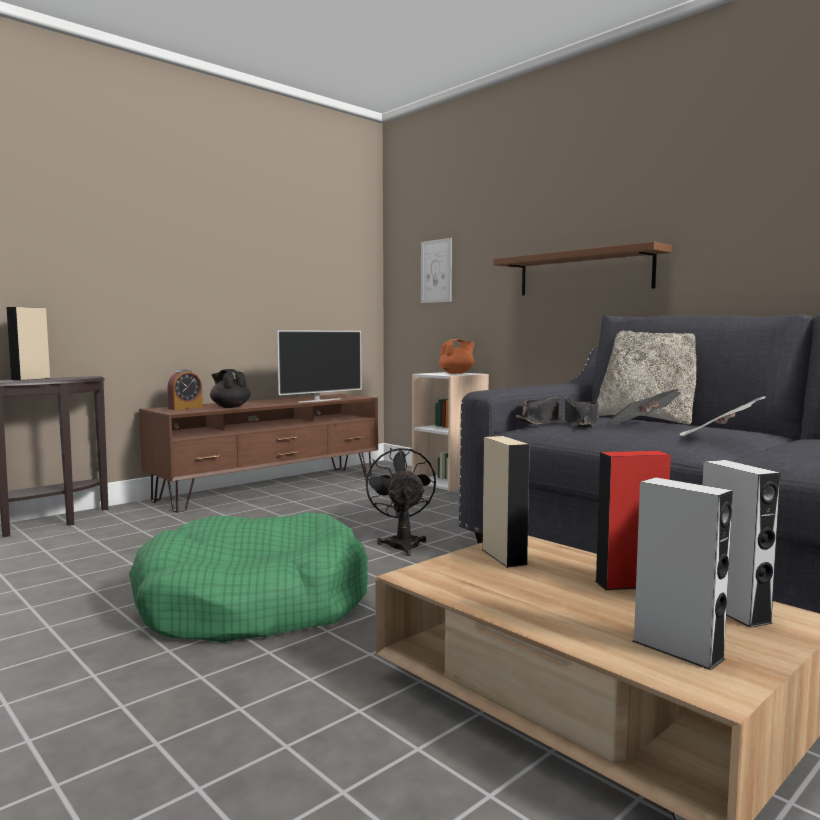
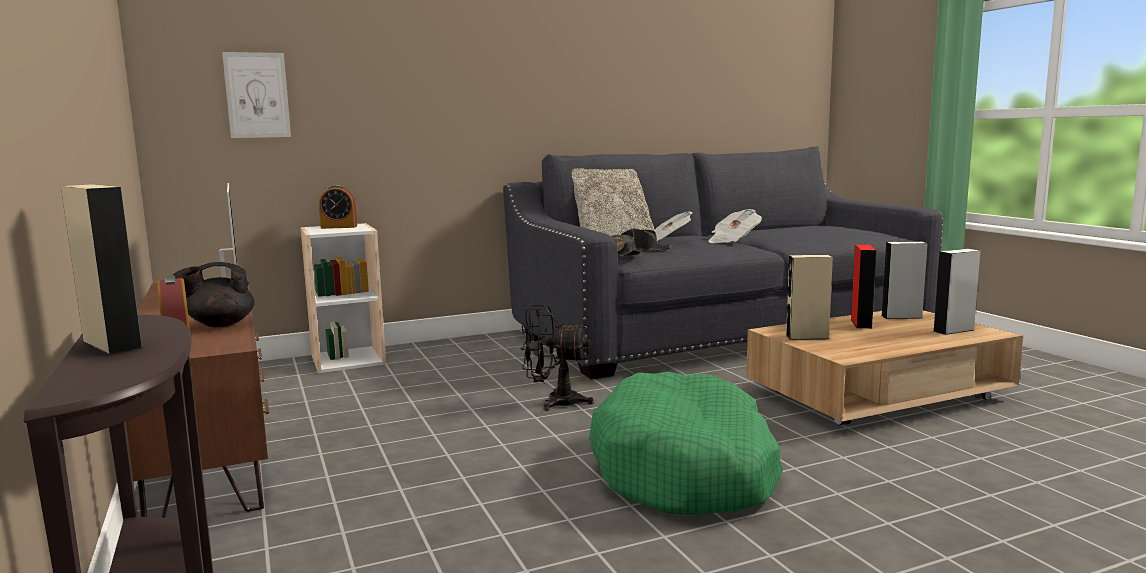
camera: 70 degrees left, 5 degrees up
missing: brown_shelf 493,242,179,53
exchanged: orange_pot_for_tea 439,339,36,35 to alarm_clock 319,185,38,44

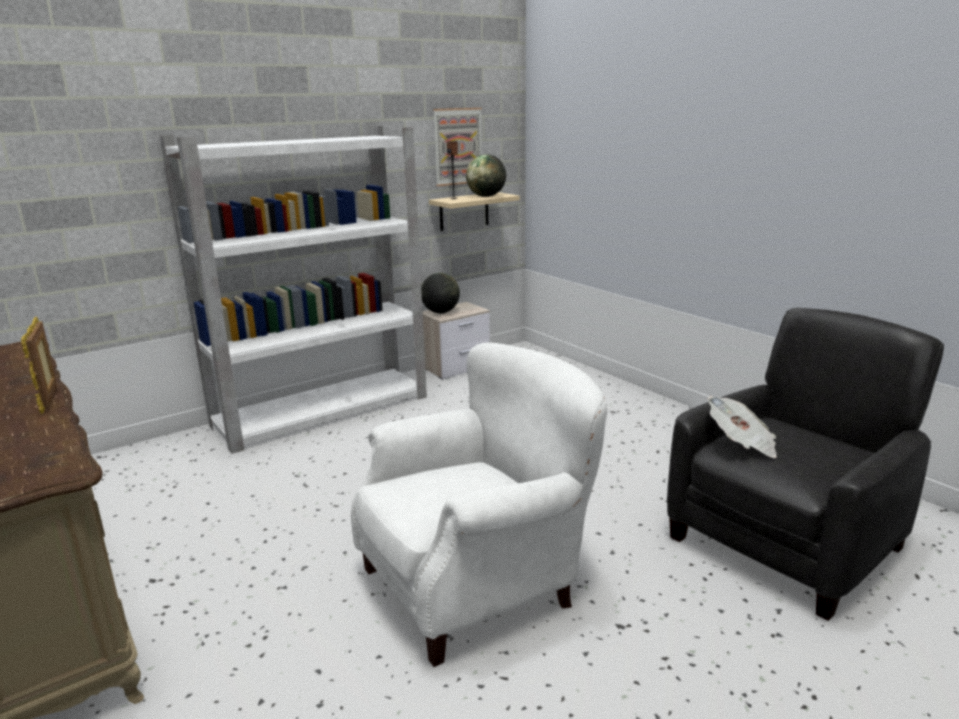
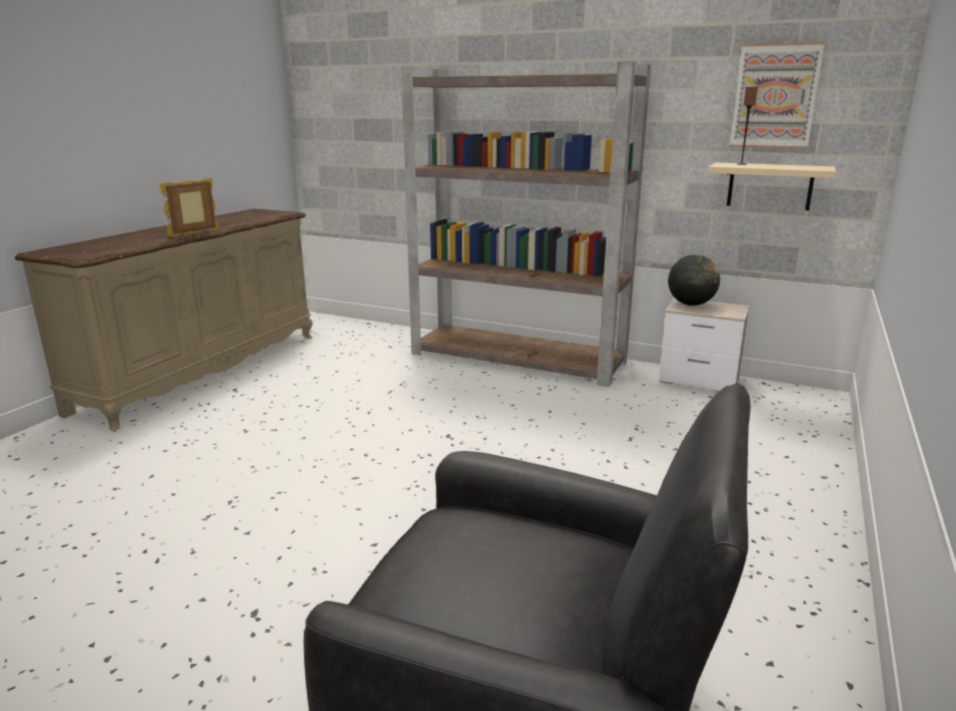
camera: 60 degrees right, 0 degrees up
missing: white-coloured_lounge_chair 351,342,256,325; desk_globe 466,154,40,43; daily_paper 708,396,69,62
colour: white-coloured_bookcase 159,126,268,328 to brown_bookcase 401,61,250,326

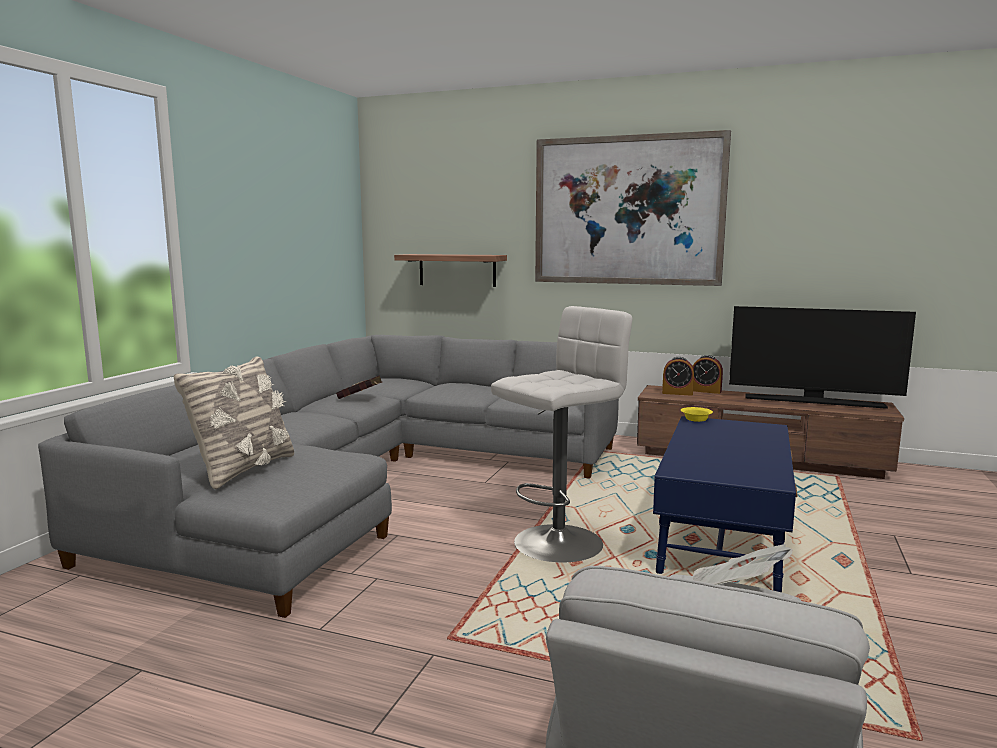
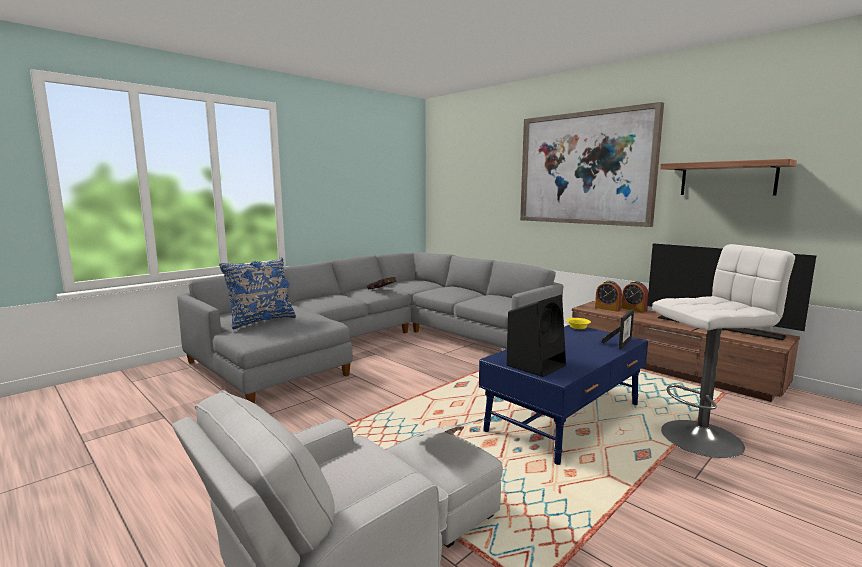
camera: 25 degrees right, 0 degrees up
appeared: black_speaker 506,295,60,82; picture_frame 601,309,33,41
relocated: shelf 394,254,113,33 to 660,159,137,37; white-coloured_sitting_stool 491,306,142,257 to 652,244,143,214
colour: beige-coloured_throw_pillow 174,357,120,132 to blue-coloured_throw_pillow 219,257,77,72

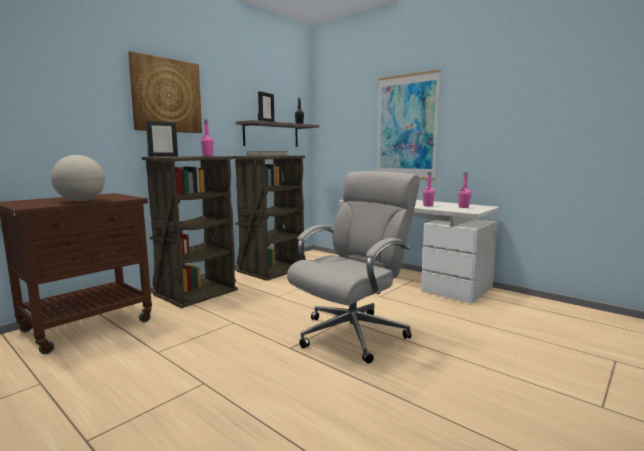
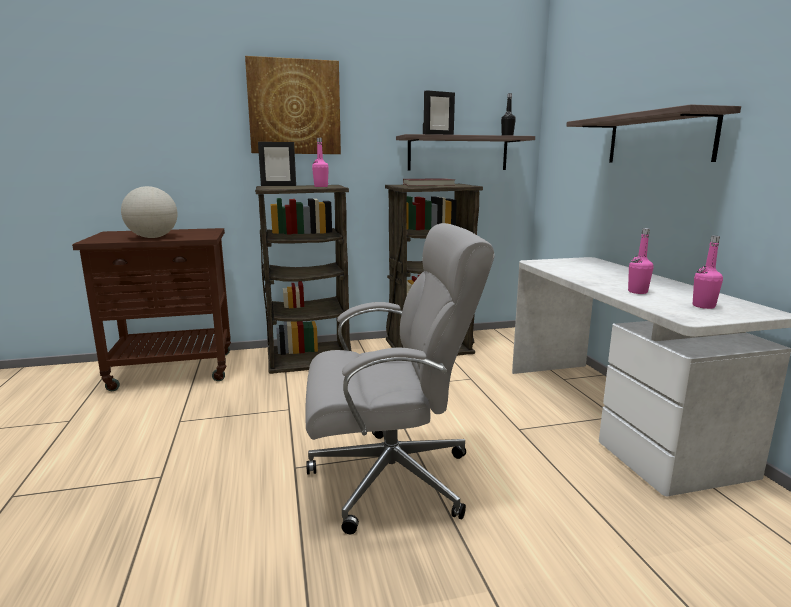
camera: 35 degrees right, 5 degrees up
exchanged: wall_art 377,70,64,110 to shelf 566,104,175,58

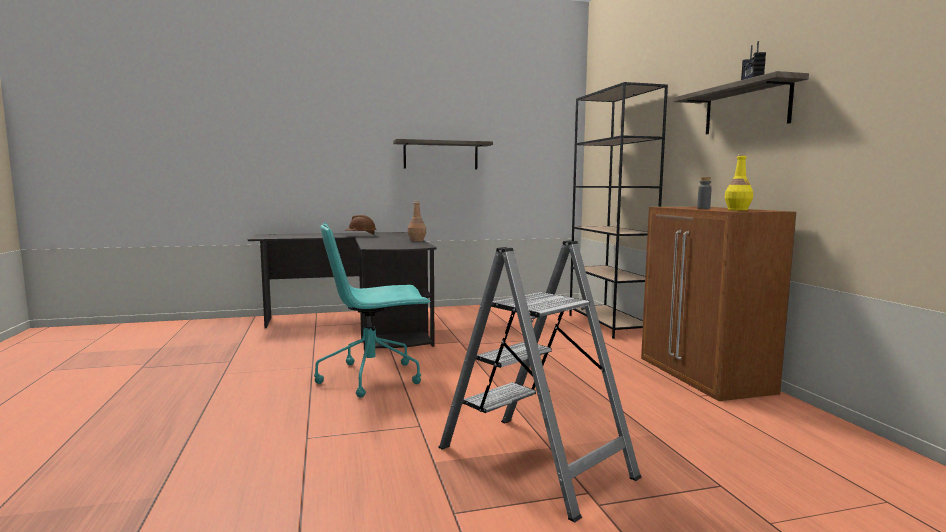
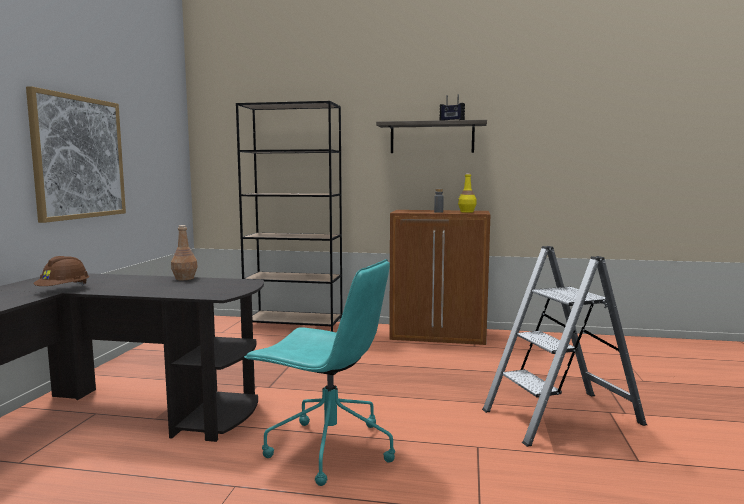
camera: 65 degrees left, 0 degrees up
exchanged: shelf 393,139,100,30 to wall_art 26,86,100,137
spun: blue-green_desk_chair 314,223,117,175 = 244,259,151,227 75 degrees counterclockwise

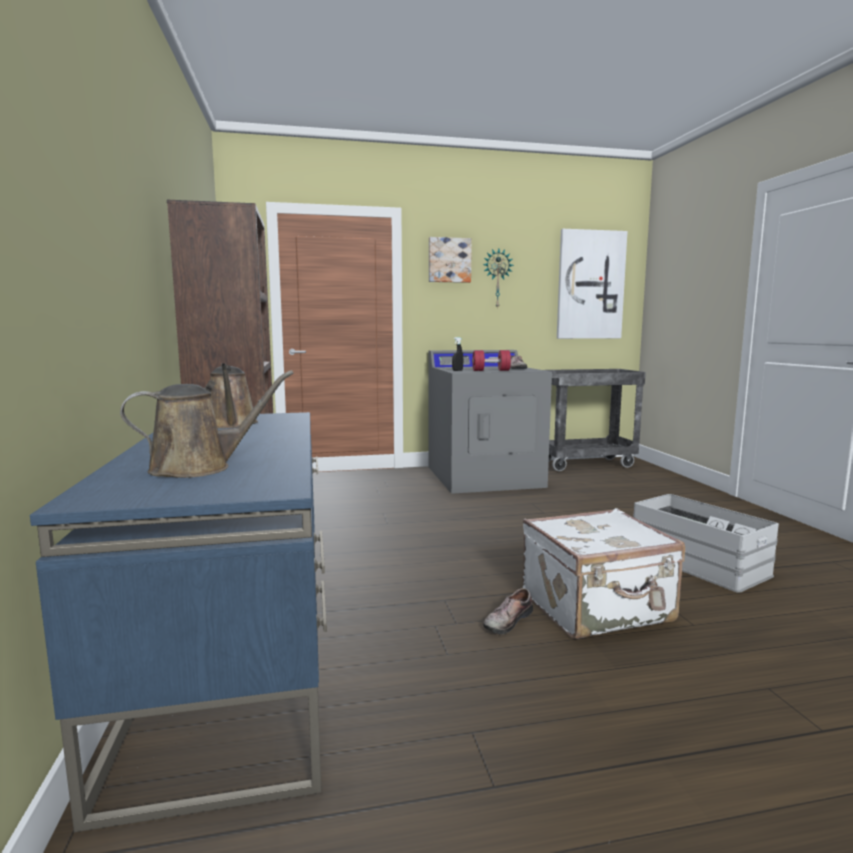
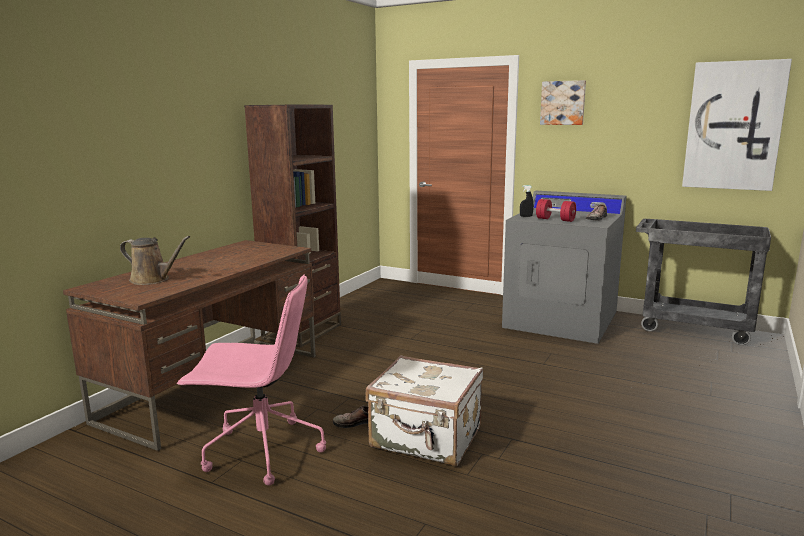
camera: 40 degrees right, 5 degrees up
missing: brown_sprinkling_can 210,363,48,65; wall_clock 483,249,31,60; grey_storage_box 633,494,146,99
appeared: pink_desk_chair 177,274,149,212
colour: blue-coloured_desk_unit 30,412,297,420 to brown_desk_unit 63,240,253,211

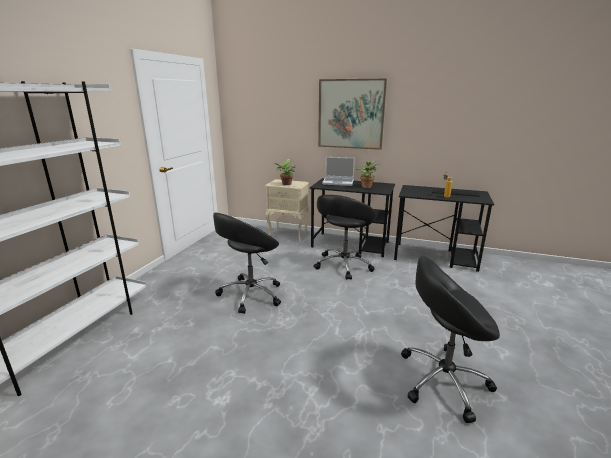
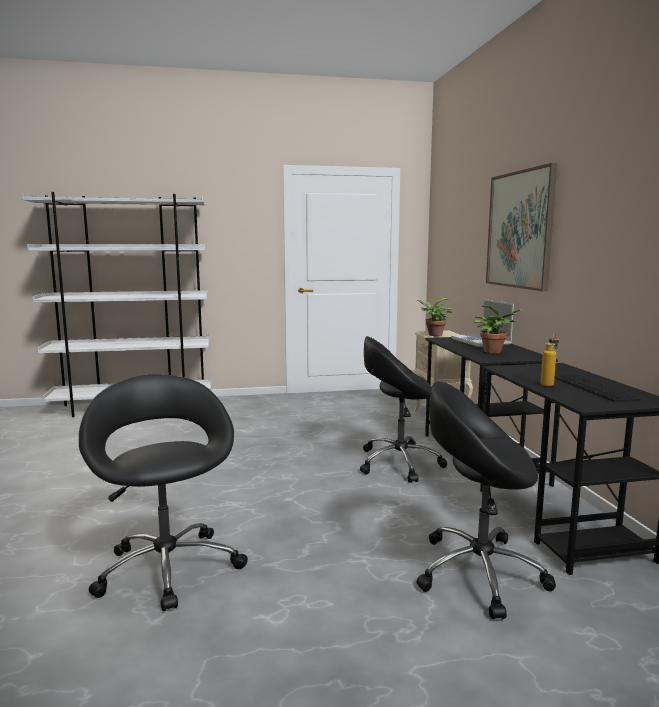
camera: 60 degrees right, 10 degrees down
relocated: black_desk_chair 213,213,68,101 to 417,381,139,238

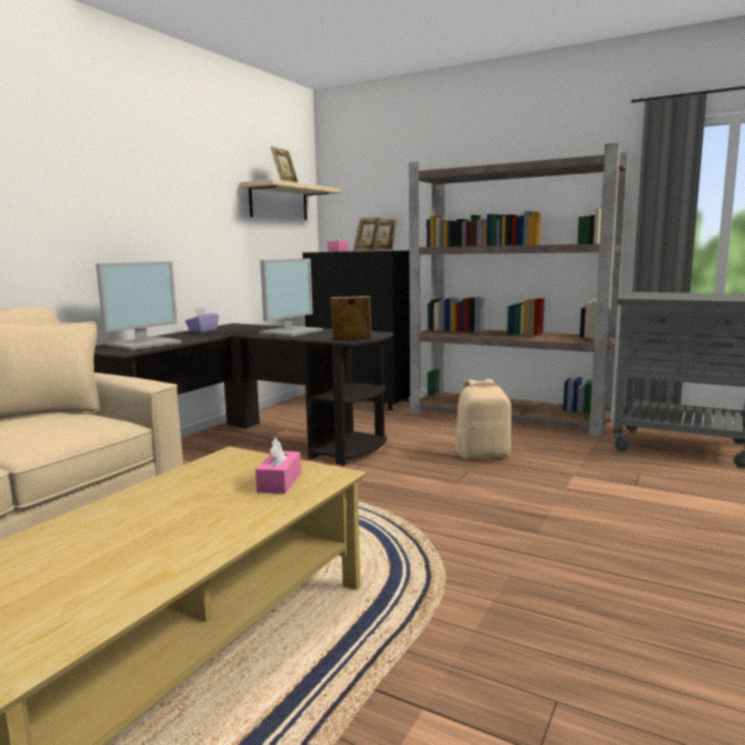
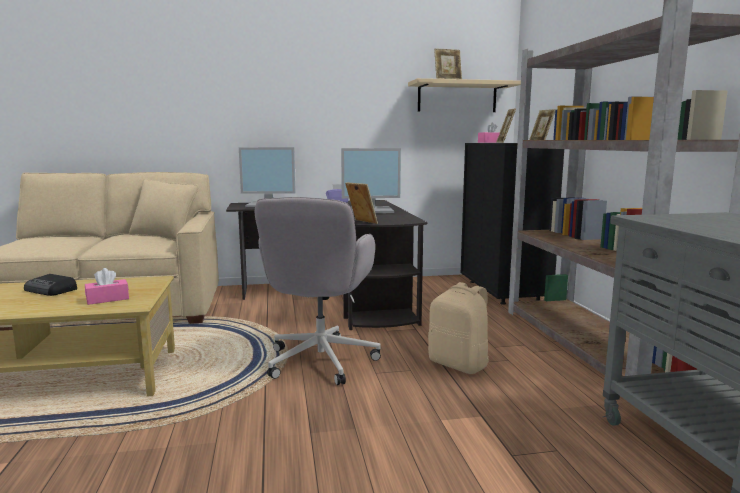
camera: 50 degrees right, 0 degrees up
appeared: radio_receiver 24,274,53,22; grey_desk_chair 255,197,126,188

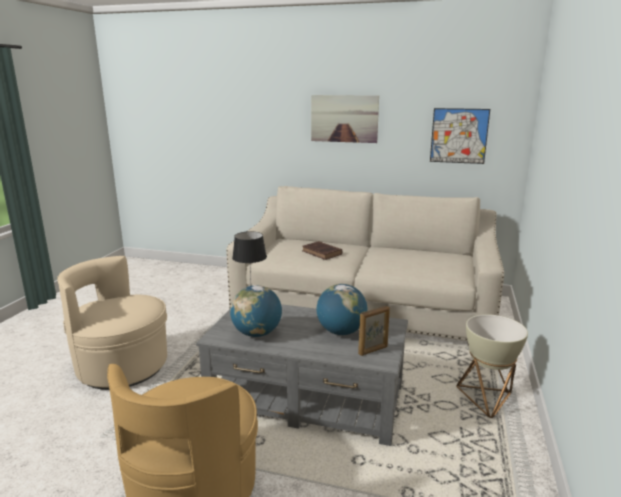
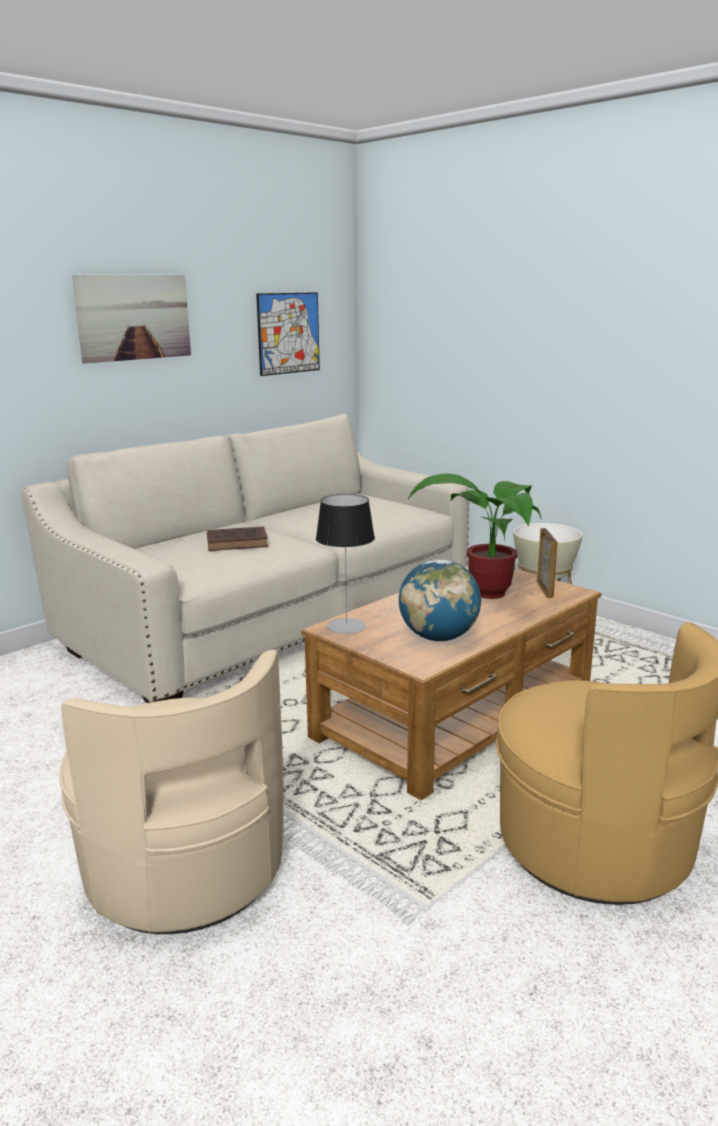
camera: 60 degrees left, 0 degrees up
exchanged: desk_globe 316,284,52,51 to houseplant 408,473,133,126
colour: grey_lounge_table 196,304,212,142 to brown_lounge_table 301,566,300,234
spun: beige-coloured_lounge_chair 57,256,110,134 = 59,650,224,284 75 degrees counterclockwise

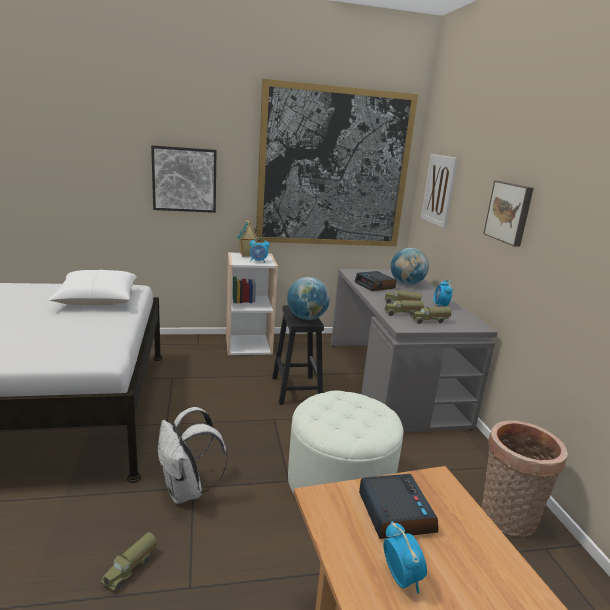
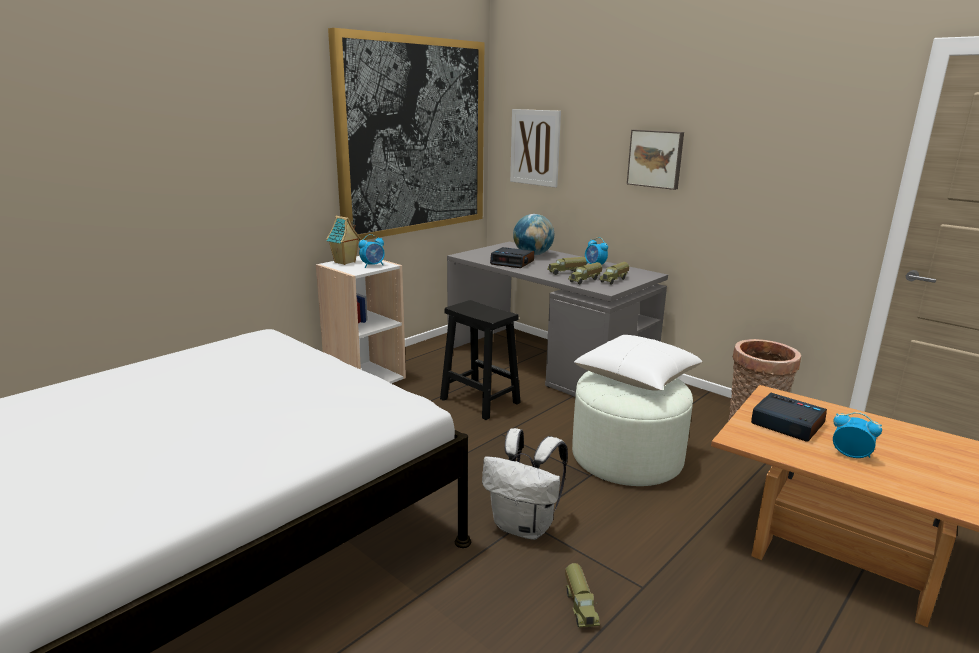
camera: 35 degrees left, 0 degrees up
missing: wall_art 151,145,65,68; desk_globe 287,277,43,43
relocated: white-coloured_throw_pillow 48,270,89,35 to 574,335,129,56

